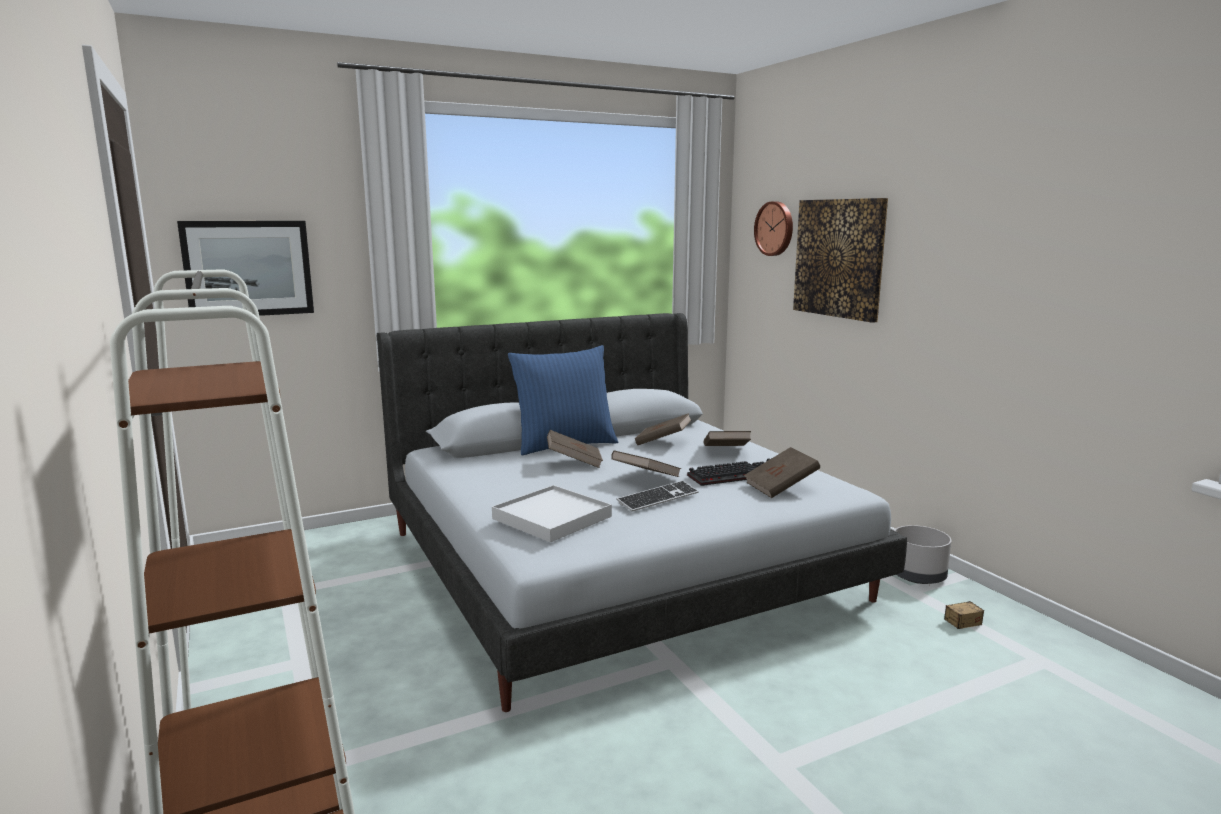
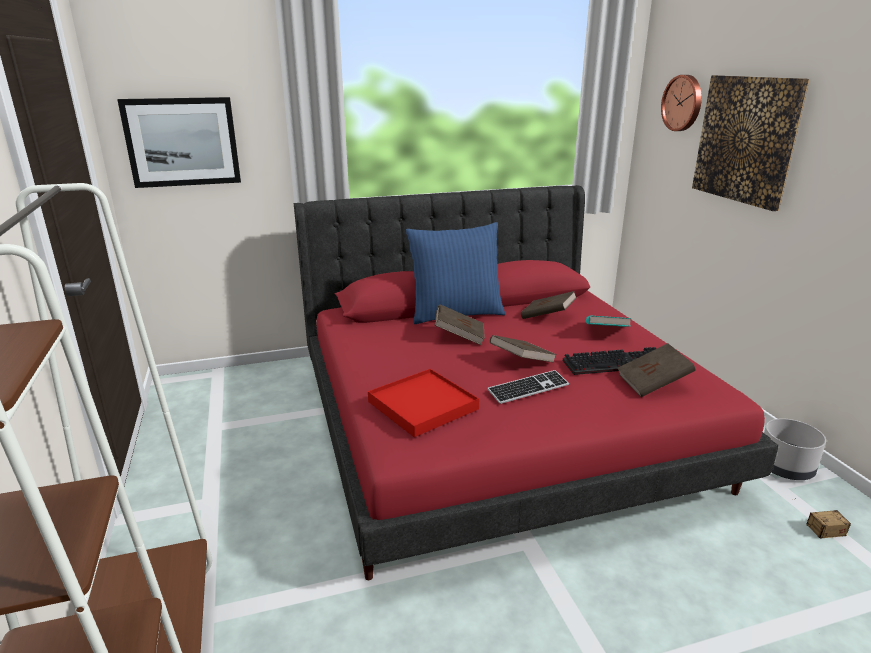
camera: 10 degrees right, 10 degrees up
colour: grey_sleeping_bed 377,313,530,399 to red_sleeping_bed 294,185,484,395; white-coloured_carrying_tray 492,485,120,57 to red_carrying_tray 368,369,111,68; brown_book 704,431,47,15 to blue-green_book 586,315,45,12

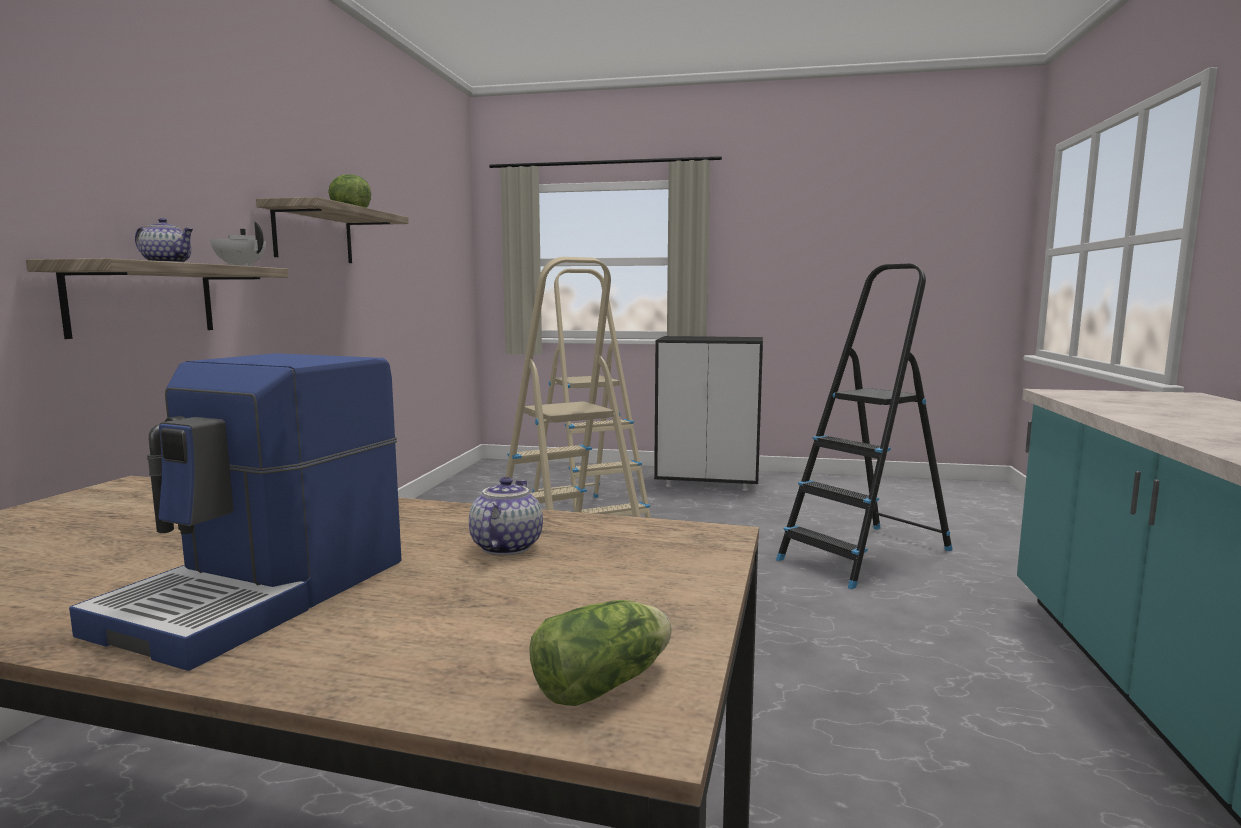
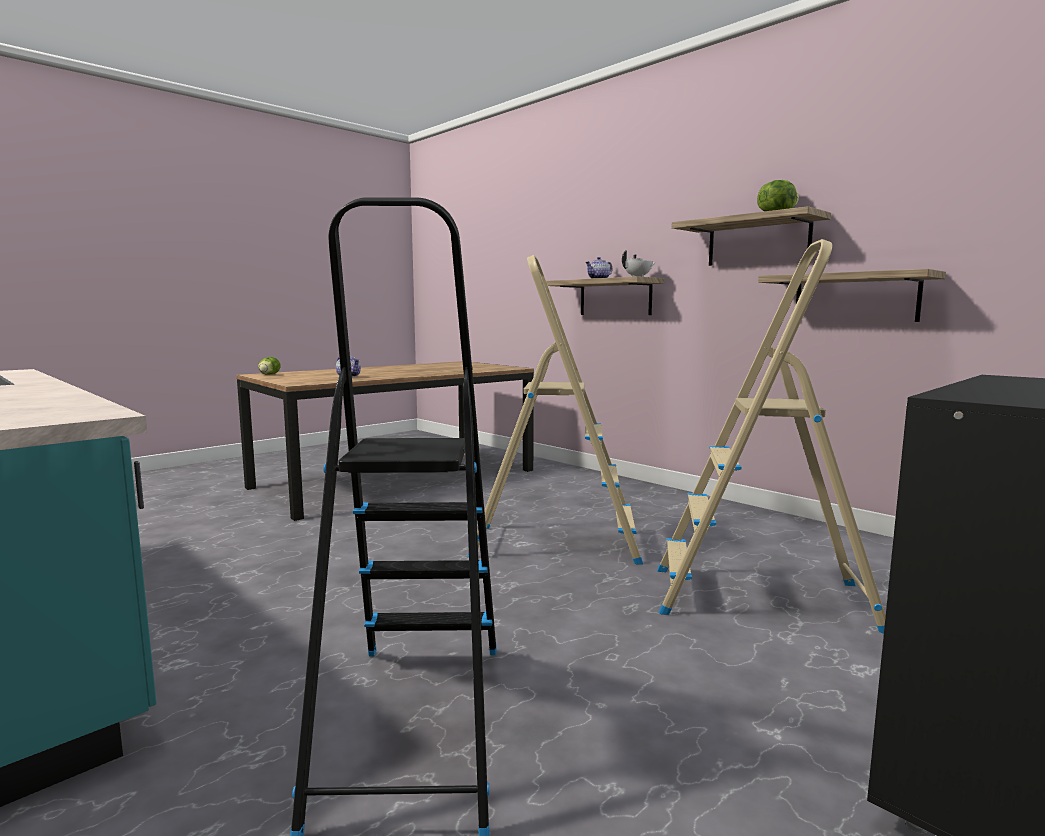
camera: 125 degrees right, 0 degrees up
missing: coffee_machine 69,353,332,318
appeared: shelf 758,269,188,53

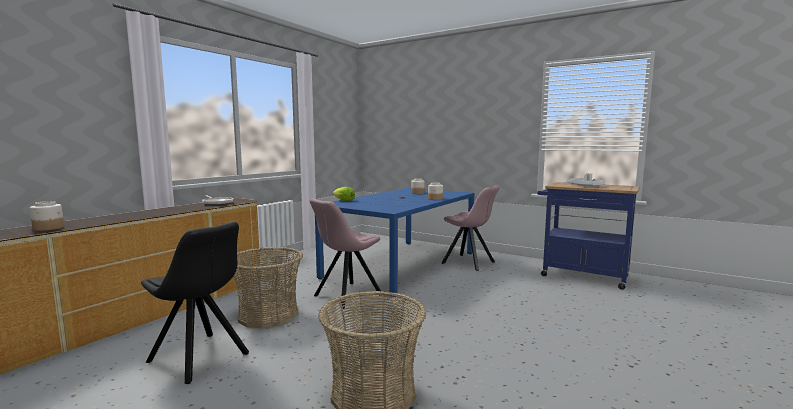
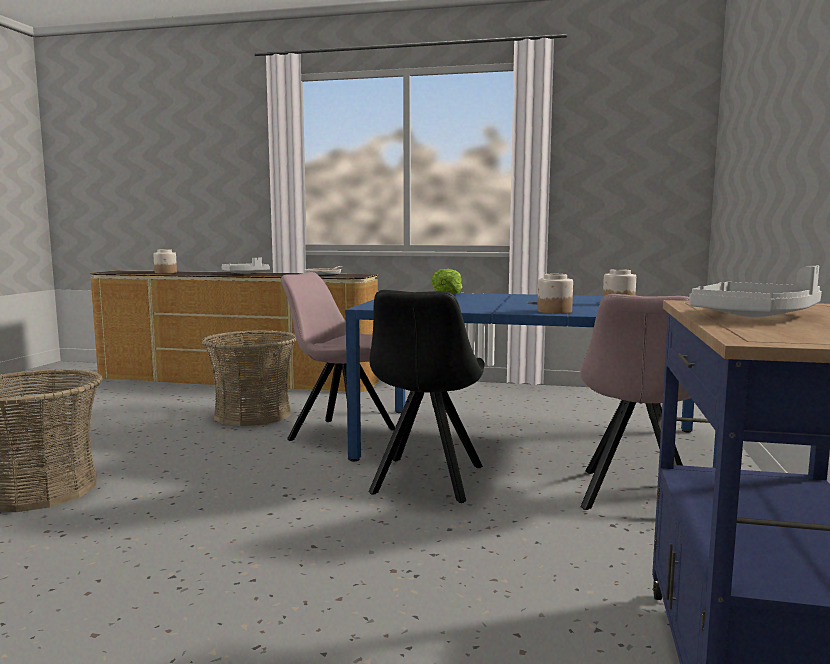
camera: 70 degrees right, 0 degrees up
appeared: grey_carrying_tray 221,257,49,17
relocated: black_plain_chair 141,222,108,162 to 369,290,116,213

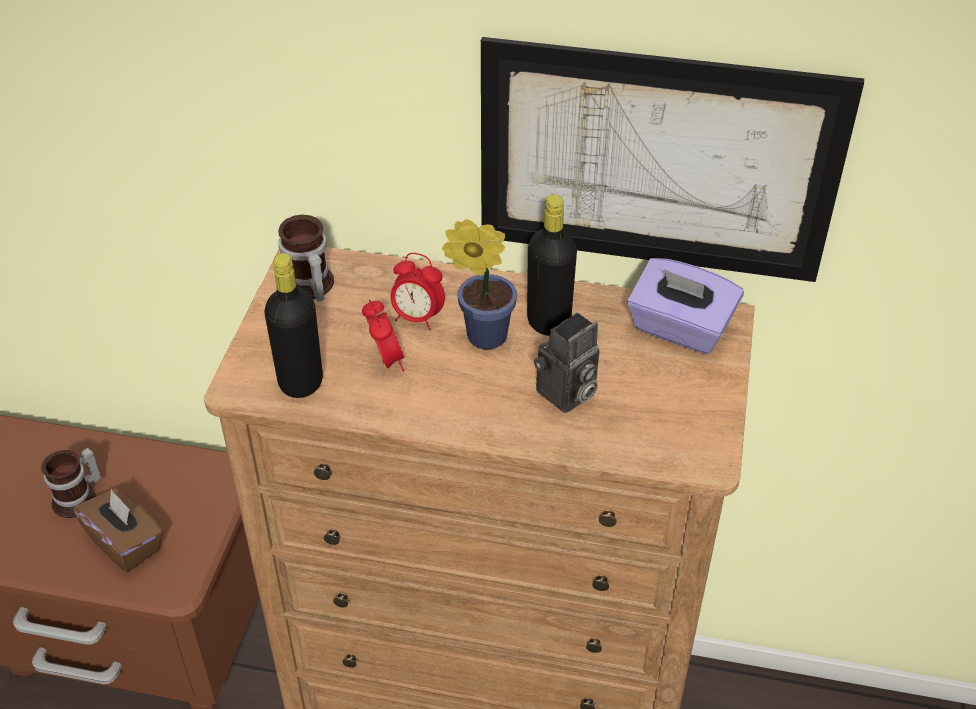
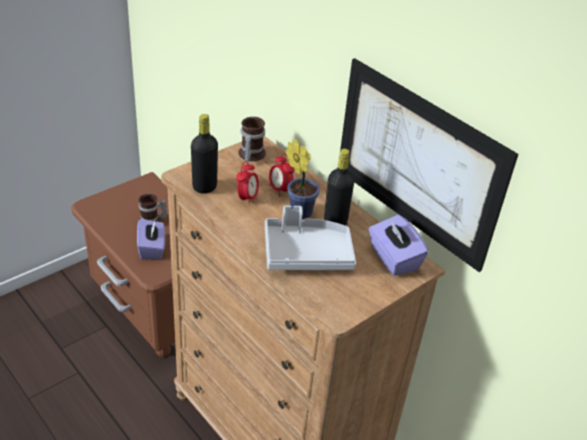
camera: 35 degrees right, 5 degrees down
exchanged: photo_camera 534,312,65,101 to grey_carrying_tray 265,206,91,64
colour: brown_tissue_holder 73,488,90,84 to purplish_tissue_holder 137,219,28,40

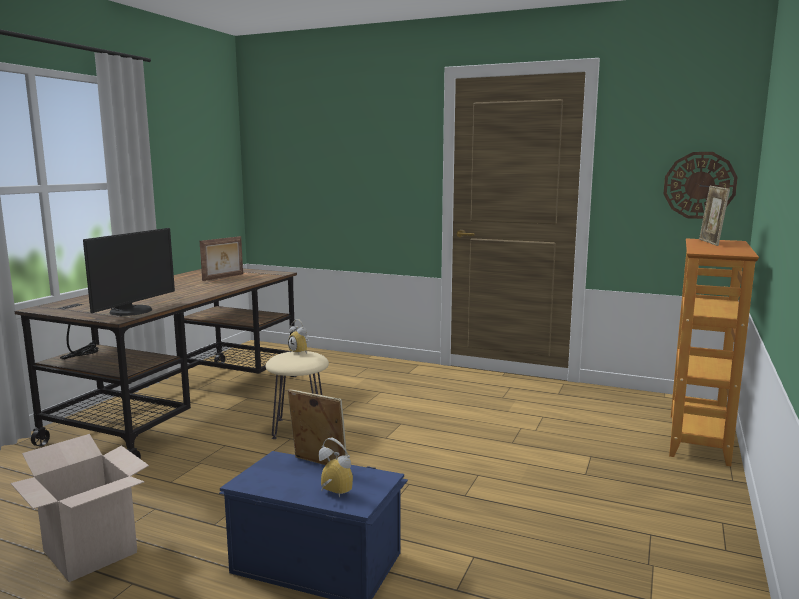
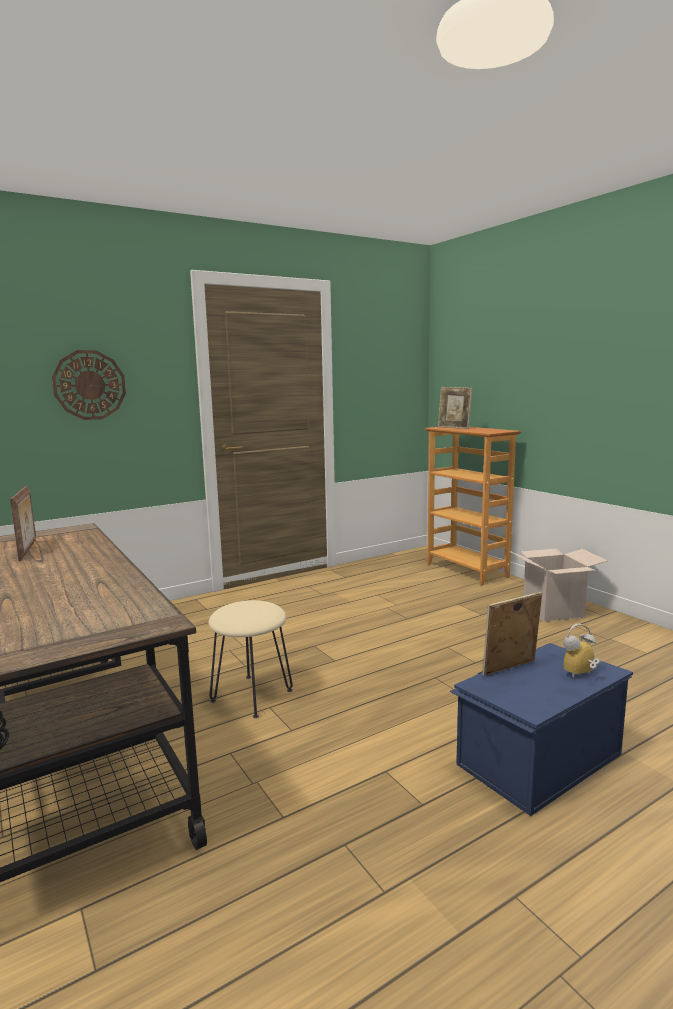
camera: 55 degrees left, 0 degrees up
missing: computer_display 83,228,92,88; alarm_clock 288,319,21,35
relocated: carton 11,434,138,148 to 508,549,100,73; wall_clock 664,152,74,67 to 52,350,74,70

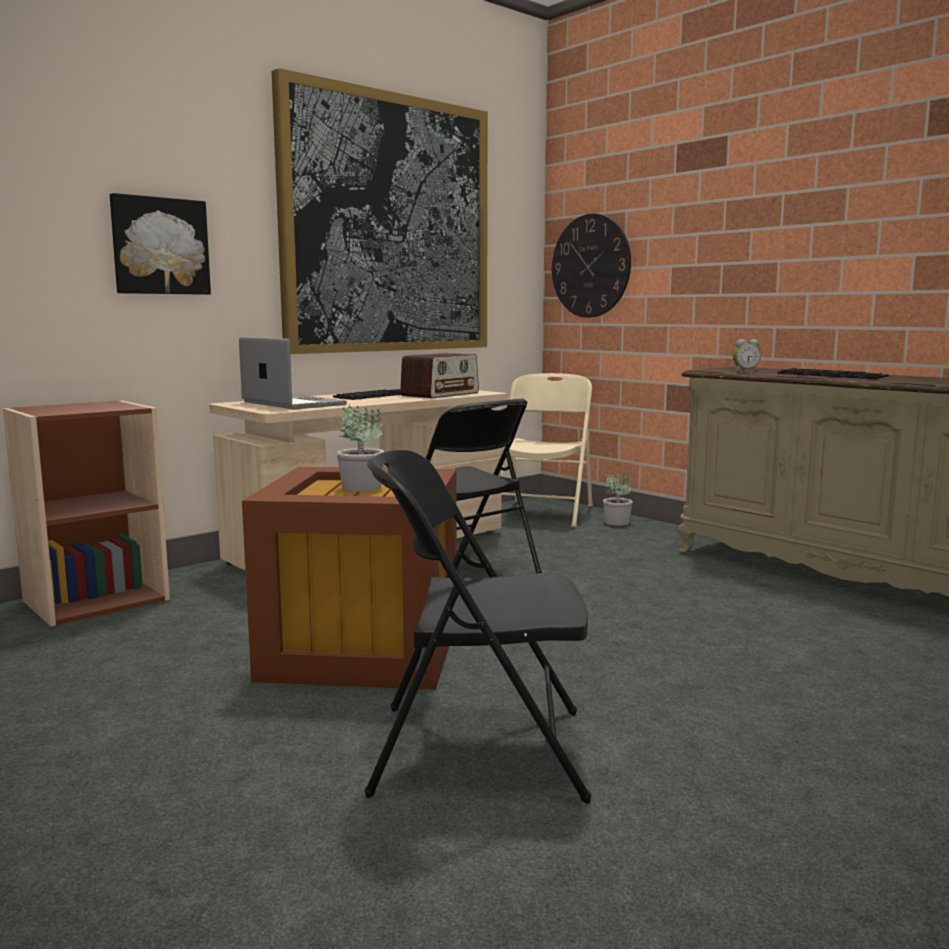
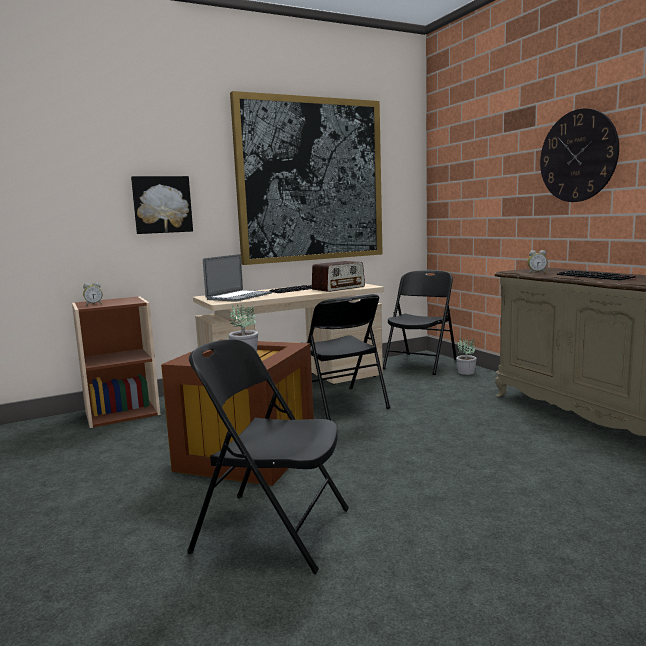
camera: 15 degrees right, 0 degrees up
appeared: alarm_clock 83,282,19,24
relocated: wall_clock 552,214,79,104 to 540,108,79,94
colour: beige-coloured_plain_chair 501,373,92,154 to black_plain_chair 383,270,74,105
spun: notebook_computer 239,337,108,72 = 203,254,69,48 60 degrees clockwise

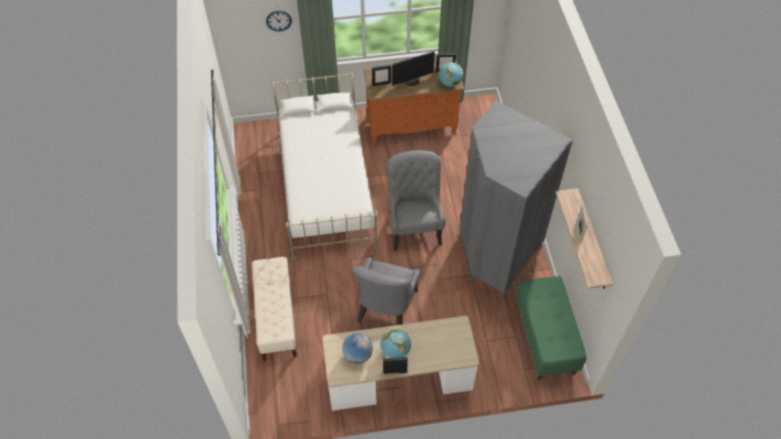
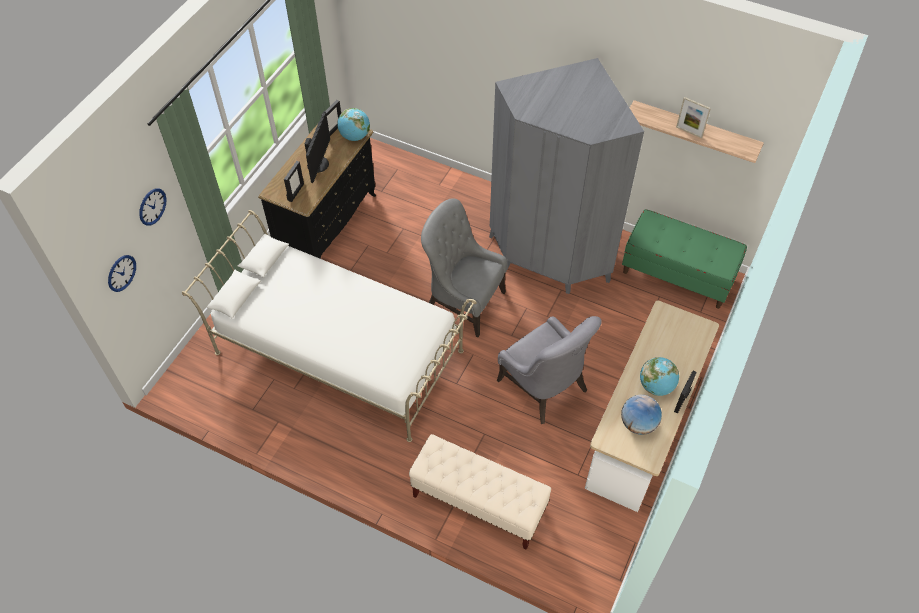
camera: 55 degrees left, 0 degrees up
appeared: wall_clock 108,255,28,37
colour: orange_chest_of_drawers 364,61,100,84 to black_chest_of_drawers 258,124,118,134

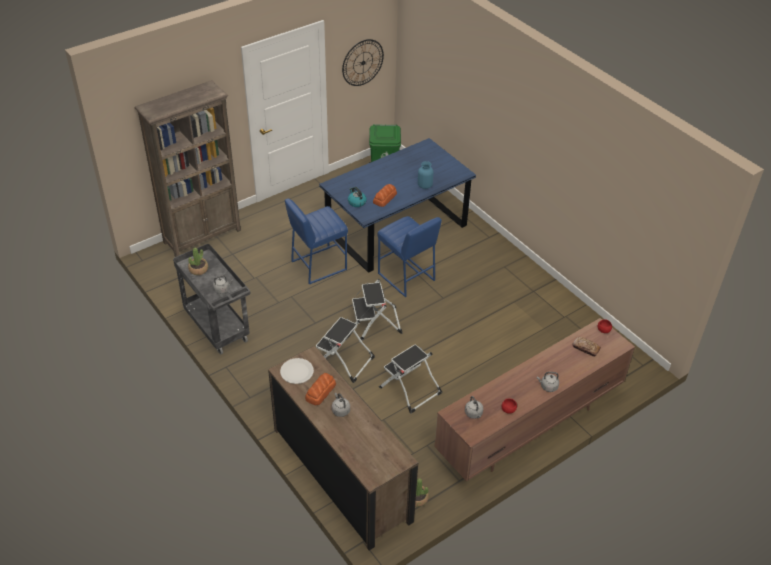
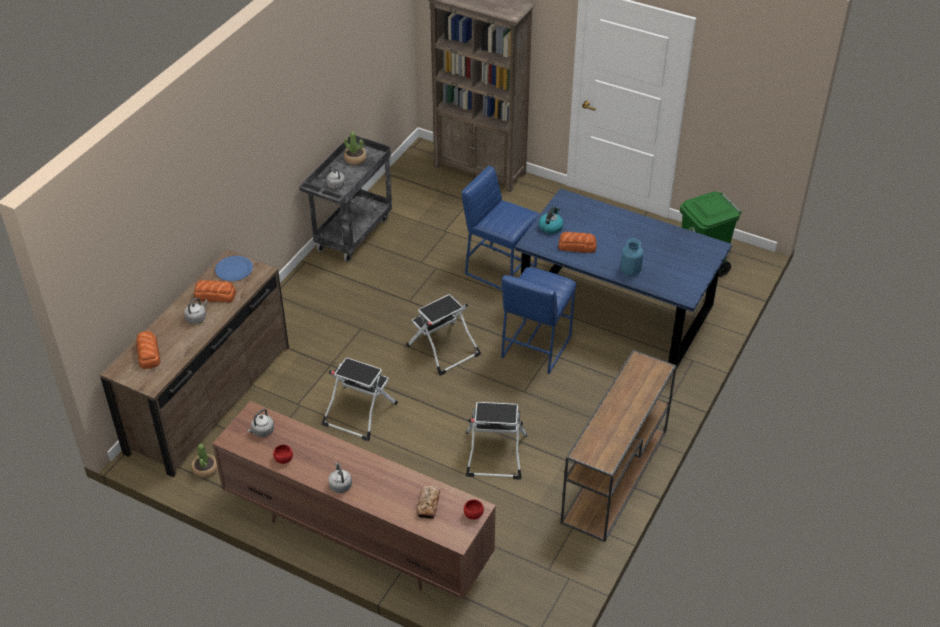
camera: 65 degrees right, 0 degrees up
missing: wall_clock 342,39,42,47
appeared: bread 136,331,24,38; brown_console_table 561,350,116,192
relocated: step_stool 316,317,59,66 to 466,402,62,78
colour: white-coloured_plate 280,358,34,26 to blue-coloured_plate 215,256,38,25

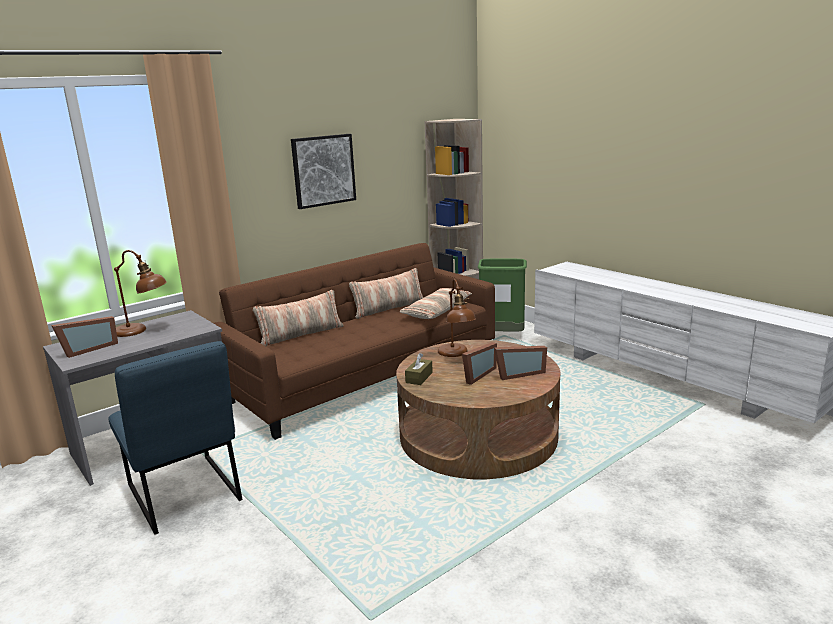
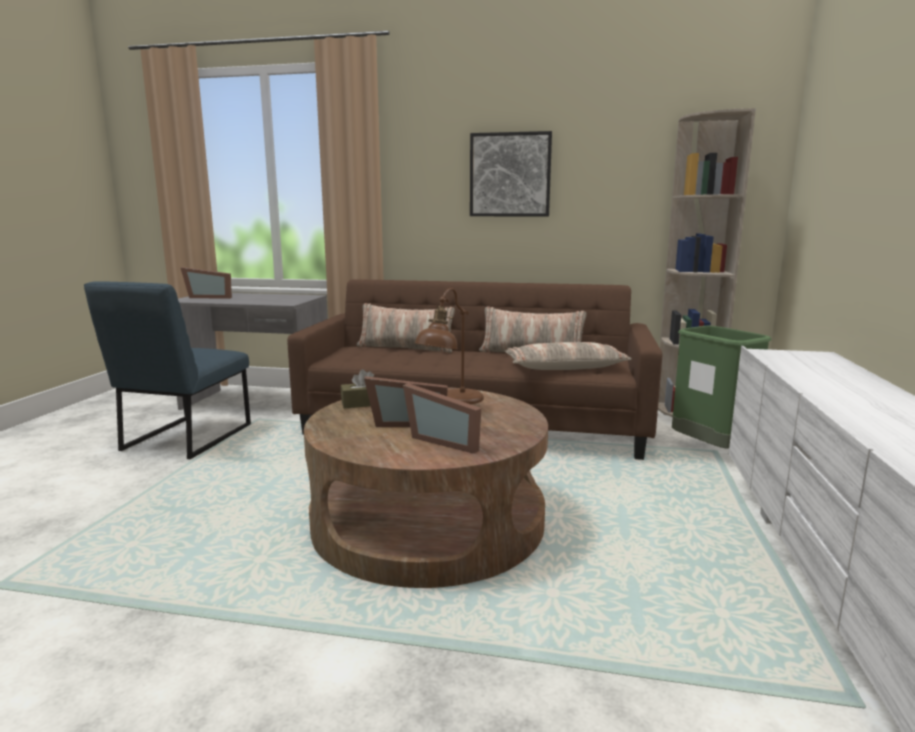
camera: 50 degrees right, 5 degrees down
missing: brown_lamp_for_a_table 114,250,53,87

